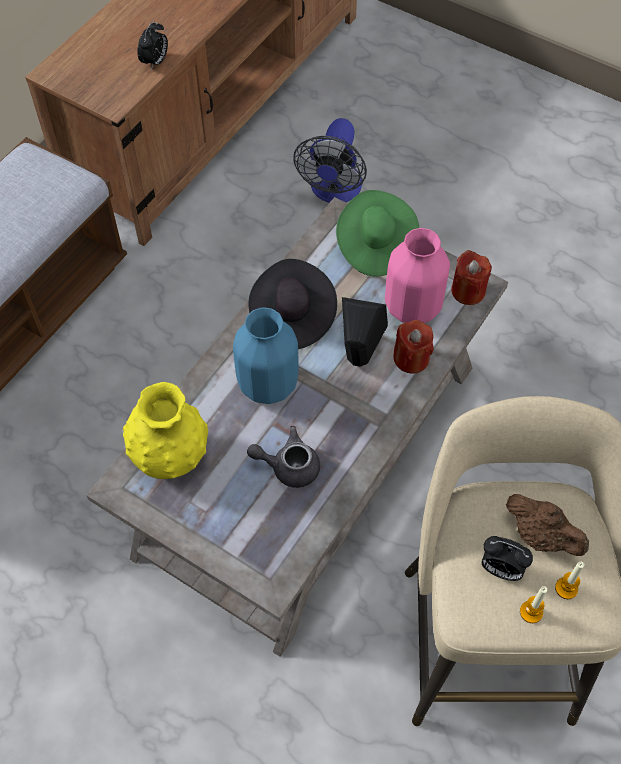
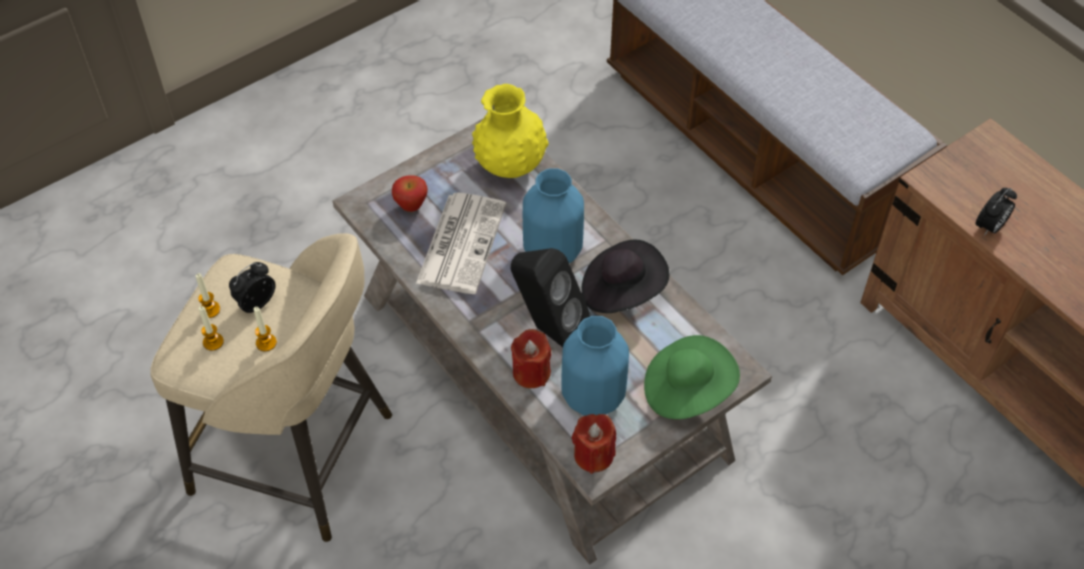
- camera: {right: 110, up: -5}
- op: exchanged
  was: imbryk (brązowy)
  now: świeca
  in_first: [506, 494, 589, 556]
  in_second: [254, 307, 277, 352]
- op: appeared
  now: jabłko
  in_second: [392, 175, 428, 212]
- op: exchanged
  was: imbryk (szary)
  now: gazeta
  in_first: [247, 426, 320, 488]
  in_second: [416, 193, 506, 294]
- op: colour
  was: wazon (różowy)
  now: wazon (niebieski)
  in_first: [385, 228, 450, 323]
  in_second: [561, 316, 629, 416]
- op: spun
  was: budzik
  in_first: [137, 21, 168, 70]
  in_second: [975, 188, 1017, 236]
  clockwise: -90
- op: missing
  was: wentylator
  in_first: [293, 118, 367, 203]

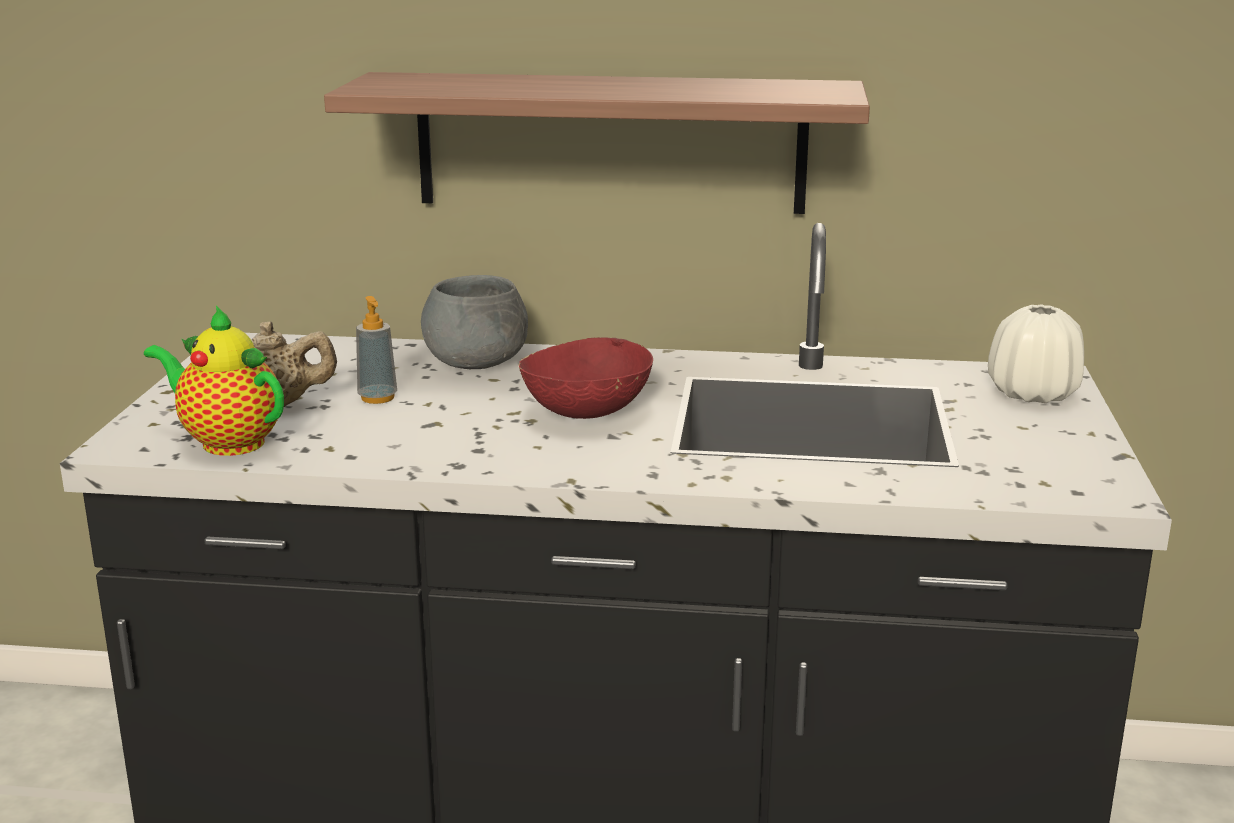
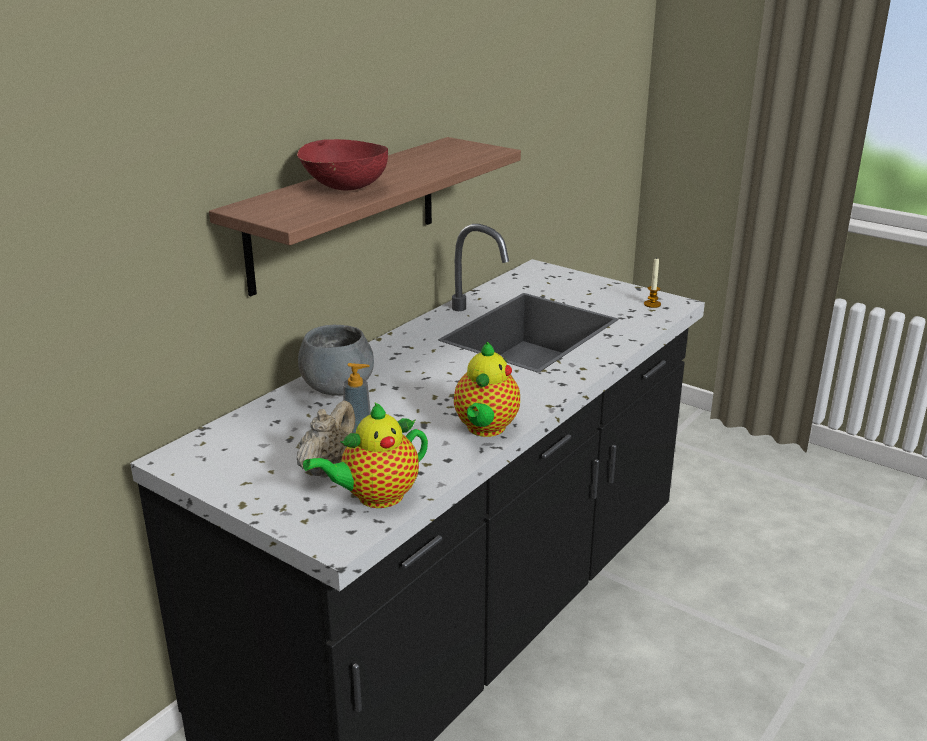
- camera: {right: -60, up: 5}
- op: relocated
  was: miska (czerwony)
  in_first: [518, 337, 653, 419]
  in_second: [297, 139, 388, 190]
- op: appeared
  now: imbryk
  in_second: [454, 342, 520, 437]
- op: appeared
  now: świeca
  in_second: [644, 258, 661, 308]
- op: missing
  was: wazon (biały)
  in_first: [988, 305, 1084, 403]

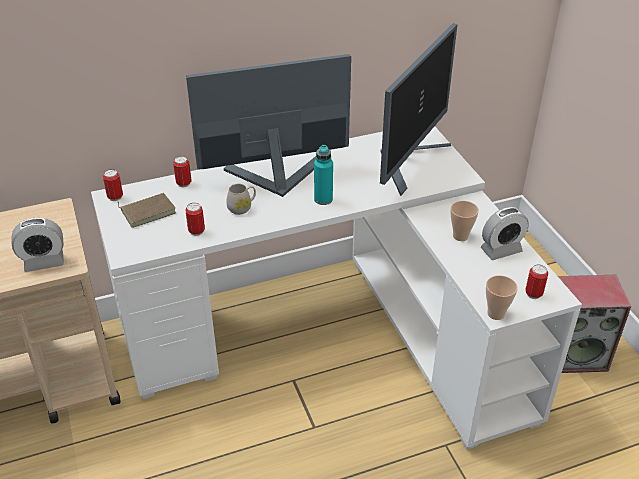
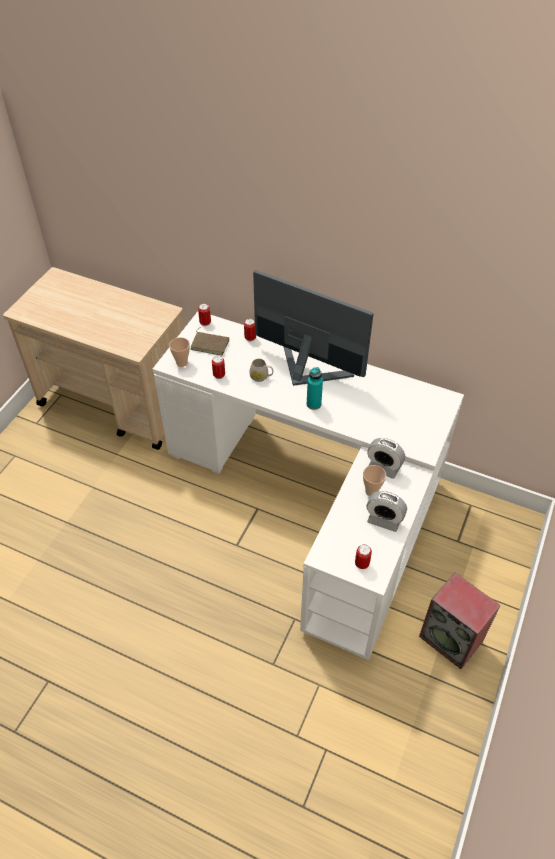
- camera: {right: 45, up: 10}
- op: relocated
  was: filiżanka
  in_first: [486, 275, 518, 320]
  in_second: [169, 337, 190, 367]
- op: relocated
  was: budzik
  in_first: [12, 218, 64, 272]
  in_second: [367, 438, 405, 479]
- op: missing
  was: monitor
  in_first: [380, 24, 457, 196]

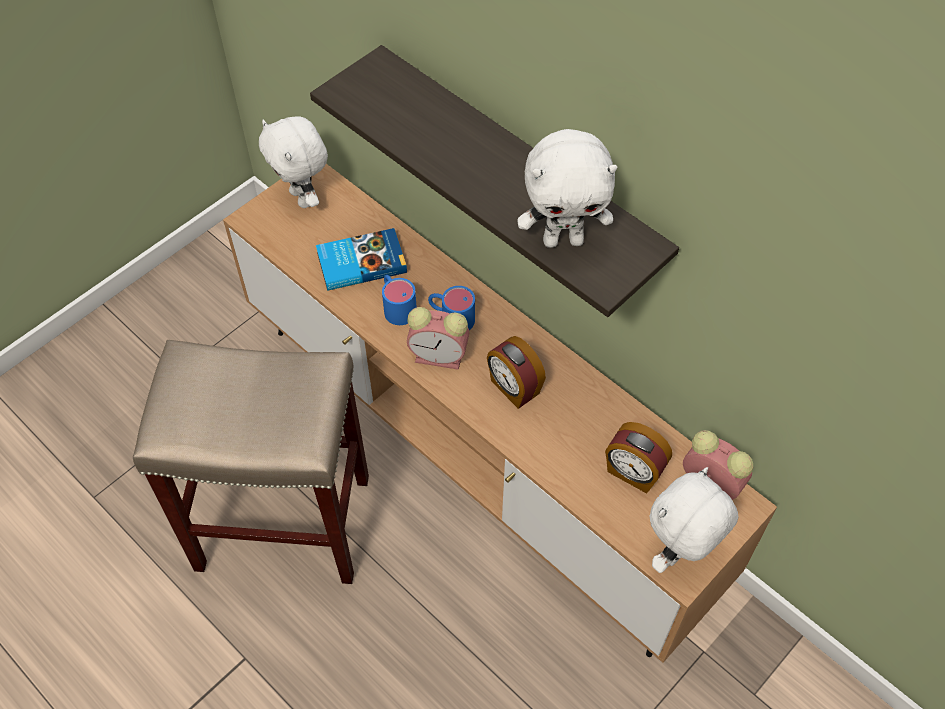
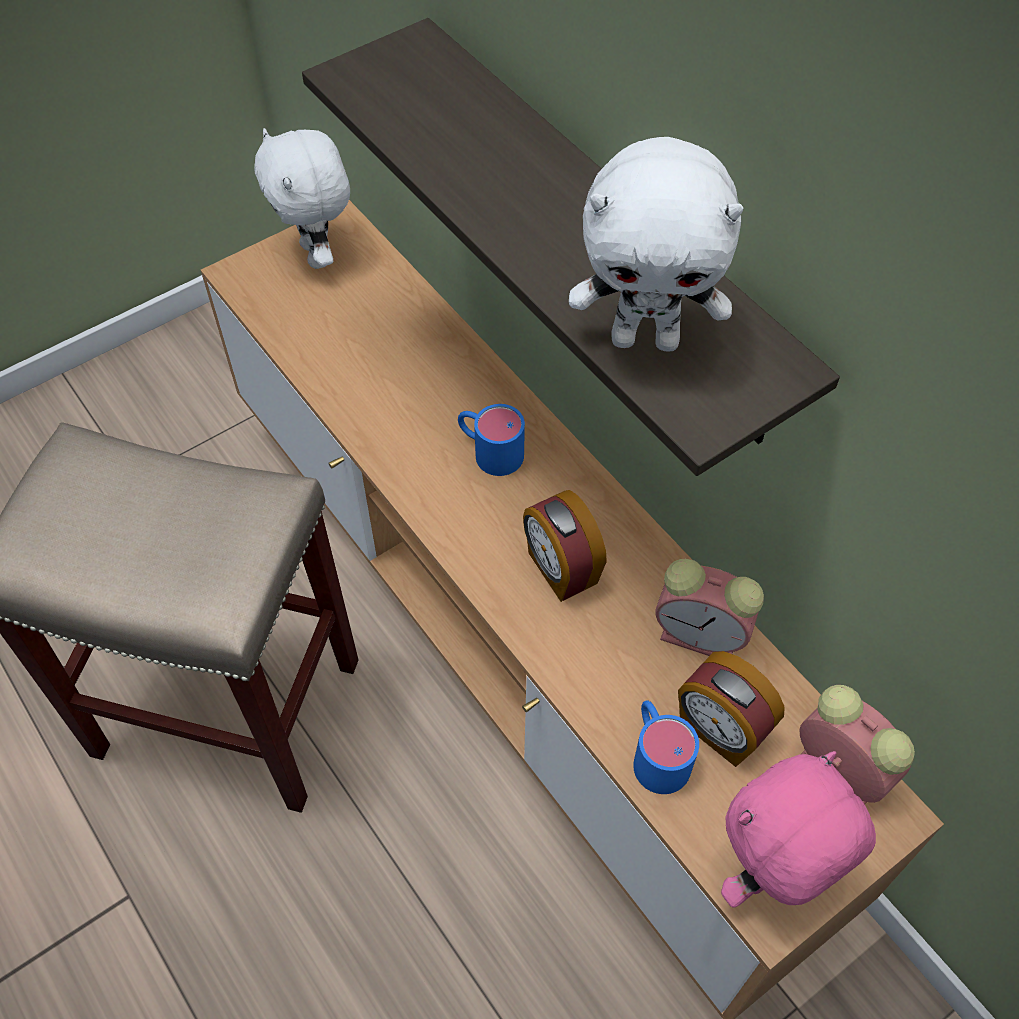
- camera: {right: 10, up: 0}
- op: relocated
  was: kubek (niebieski)
  in_first: [382, 275, 417, 325]
  in_second: [633, 700, 699, 794]
- op: relocated
  was: budzik
  in_first: [407, 307, 469, 370]
  in_second: [655, 559, 764, 656]
- op: colour
  was: pluszak (biały)
  now: pluszak (różowy)
  in_first: [649, 467, 738, 573]
  in_second: [721, 751, 876, 908]
- op: missing
  was: książka
  in_first: [316, 228, 407, 291]

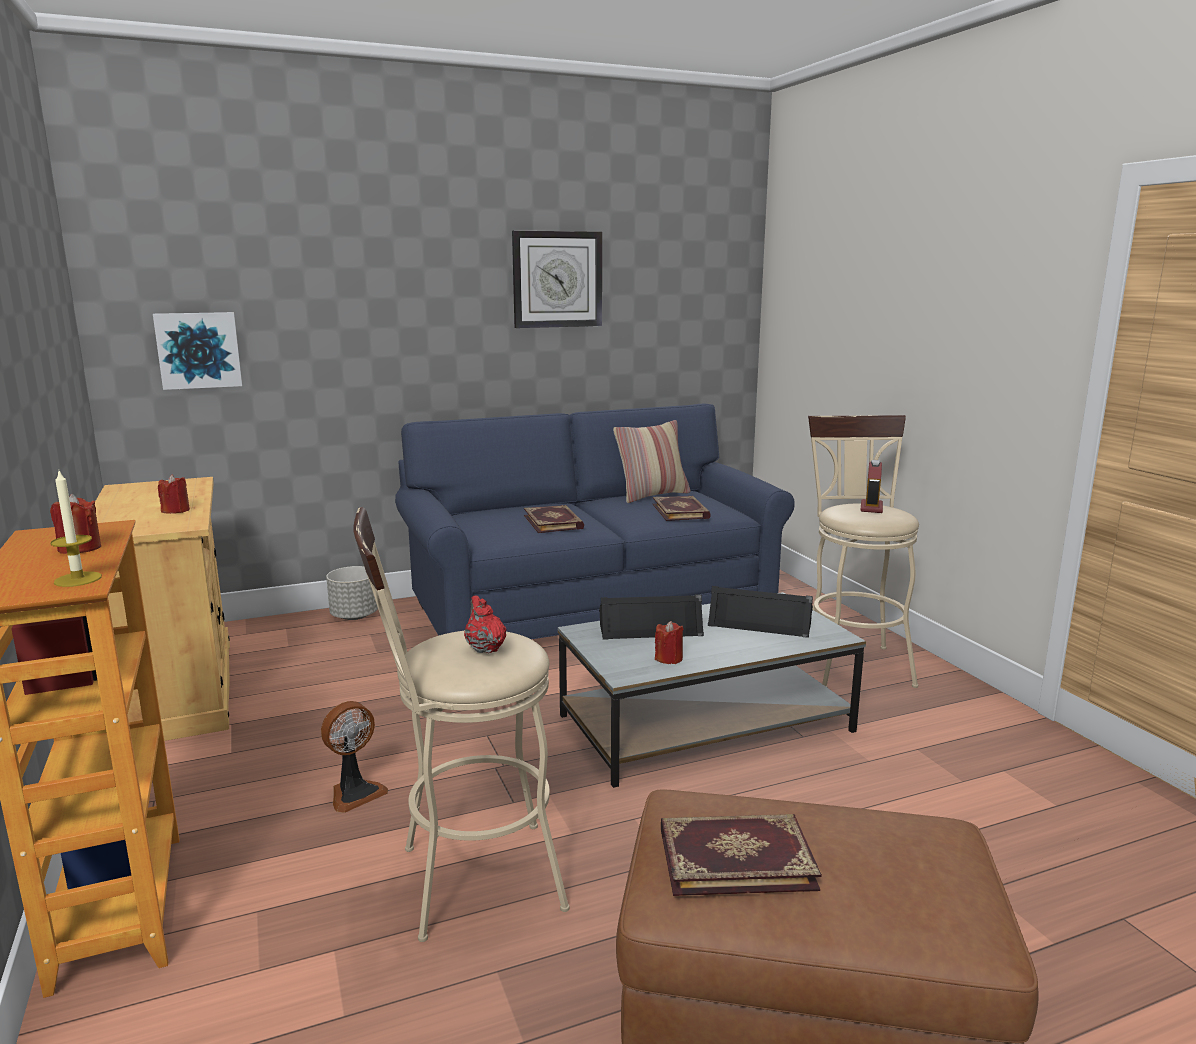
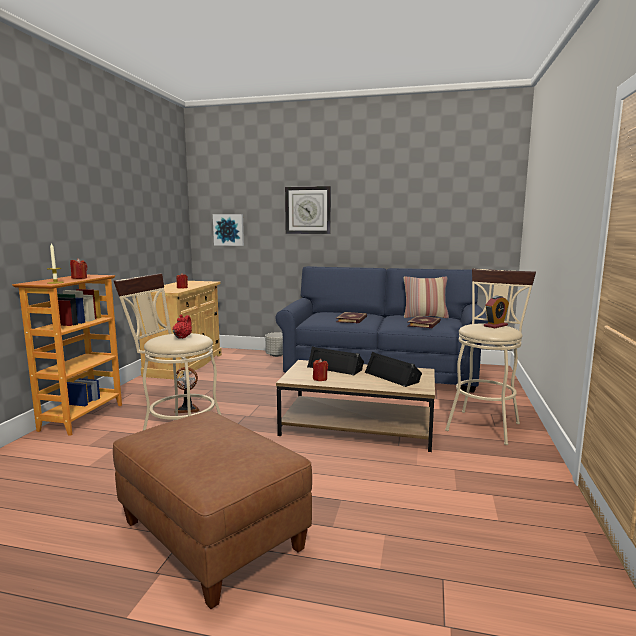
- camera: {right: 35, up: -5}
- op: colour
  was: ława (szary)
  now: ława (brązowy)
  in_first: [558, 592, 866, 788]
  in_second: [276, 360, 435, 452]
- op: relocated
  was: zegar ścienny
  in_first: [512, 231, 602, 328]
  in_second: [285, 186, 331, 234]
- op: missing
  was: książka
  in_first: [661, 814, 822, 896]

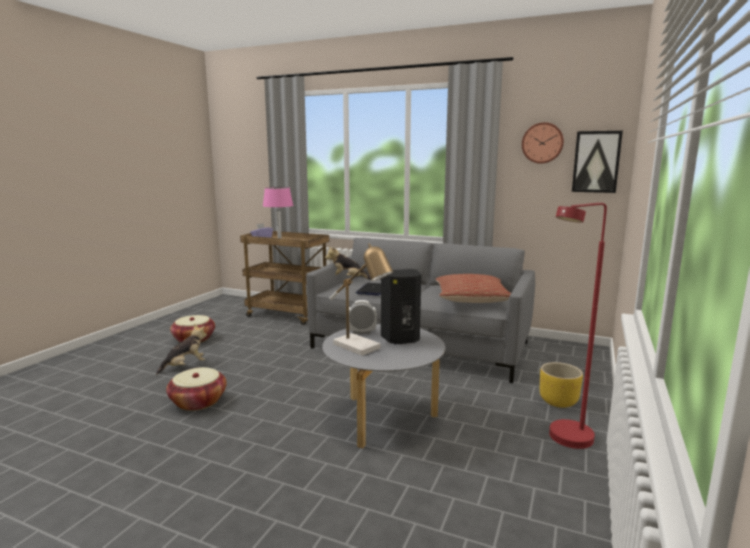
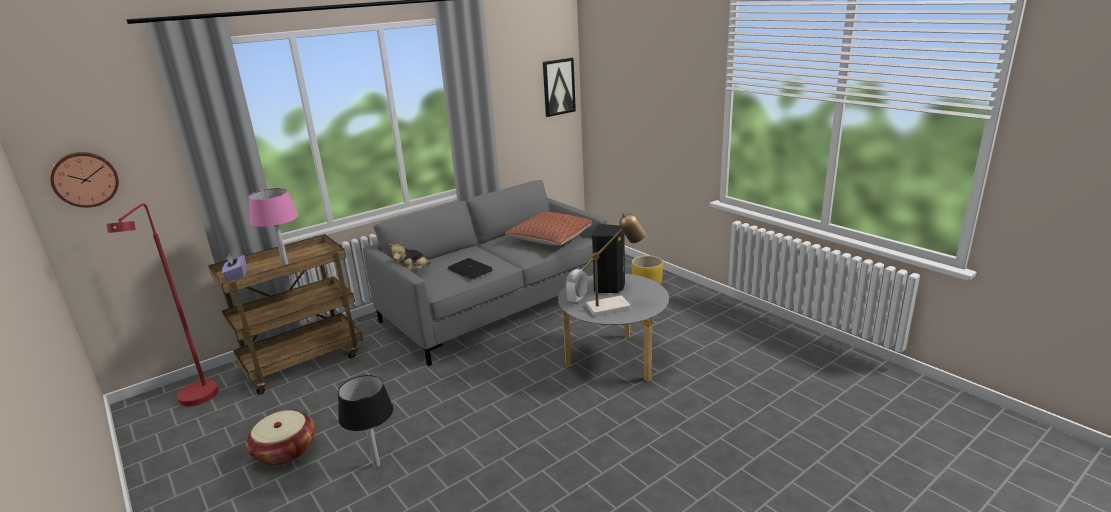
- camera: {right: -60, up: 10}
- op: relocated
  was: zegar ścienny
  in_first: [522, 122, 564, 164]
  in_second: [50, 152, 119, 208]
- op: relocated
  was: lampa stojąca (czerwony)
  in_first: [549, 203, 607, 449]
  in_second: [106, 203, 219, 407]
- op: exchanged
  was: pluszak
  now: lampa stołowa (czarny)
  in_first: [156, 324, 207, 374]
  in_second: [338, 375, 393, 468]
- op: missing
  was: koszyk
  in_first: [166, 367, 227, 411]

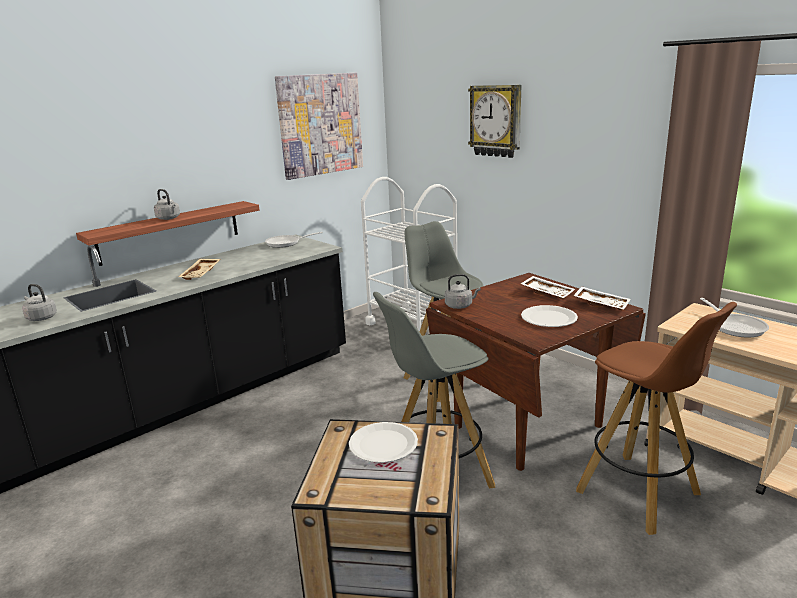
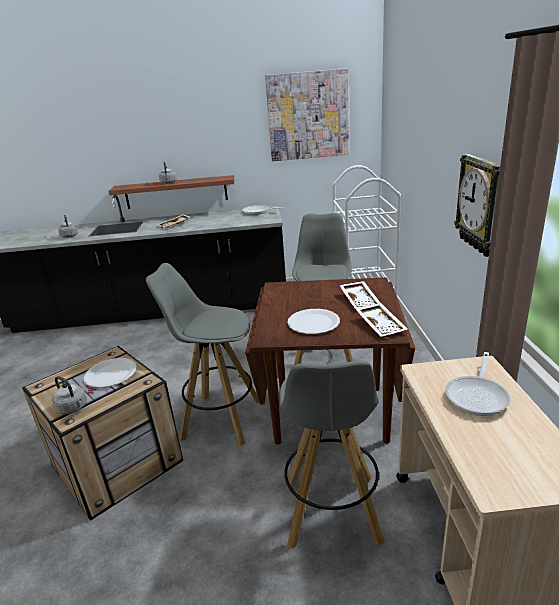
- camera: {right: 40, up: 5}
- op: relocated
  was: czajnik (szary)
  in_first: [445, 274, 481, 309]
  in_second: [52, 376, 87, 414]
- op: colour
  was: stołek (brązowy)
  now: stołek (szary)
  in_first: [576, 302, 737, 535]
  in_second: [280, 360, 385, 549]
- op: relocated
  was: zegar ścienny
  in_first: [468, 85, 521, 158]
  in_second: [454, 154, 500, 257]

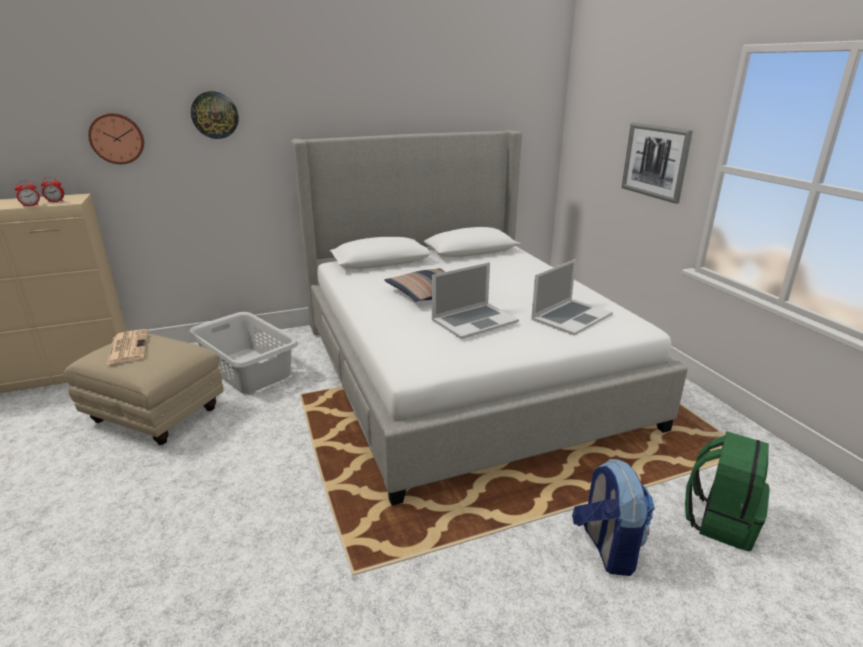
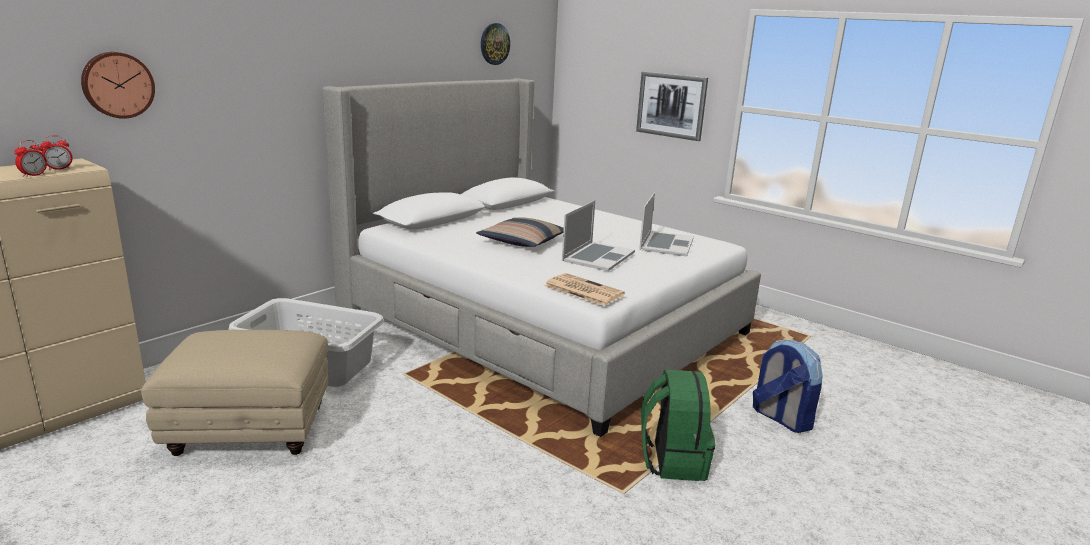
- camera: {right: -30, up: -5}
- op: relocated
  was: zegar ścienny
  in_first: [191, 91, 239, 139]
  in_second: [481, 23, 510, 65]
- op: relocated
  was: gazeta
  in_first: [106, 329, 148, 365]
  in_second: [544, 273, 625, 306]
- op: relocated
  was: plecak (zielony)
  in_first: [685, 431, 770, 551]
  in_second: [641, 369, 715, 481]

